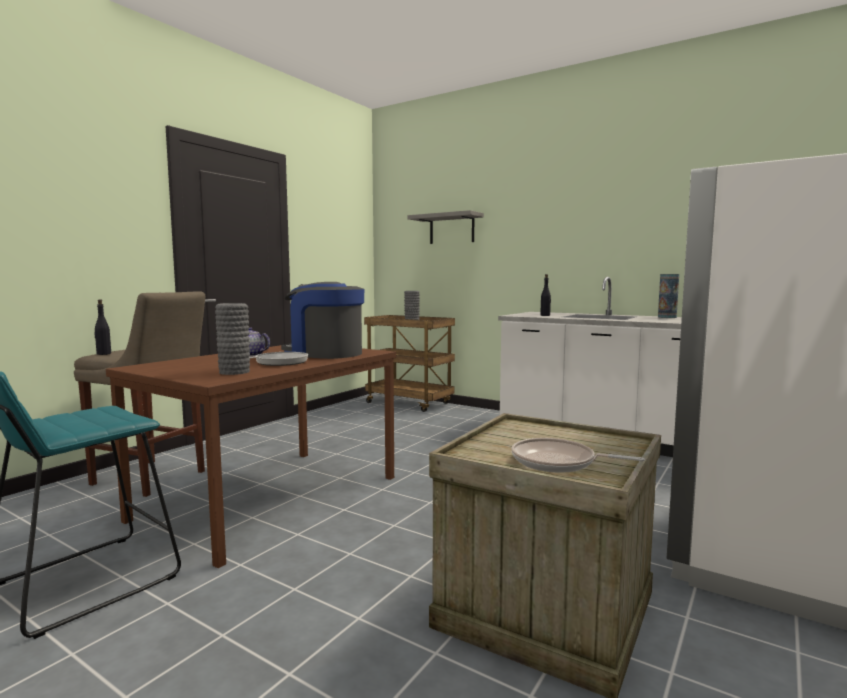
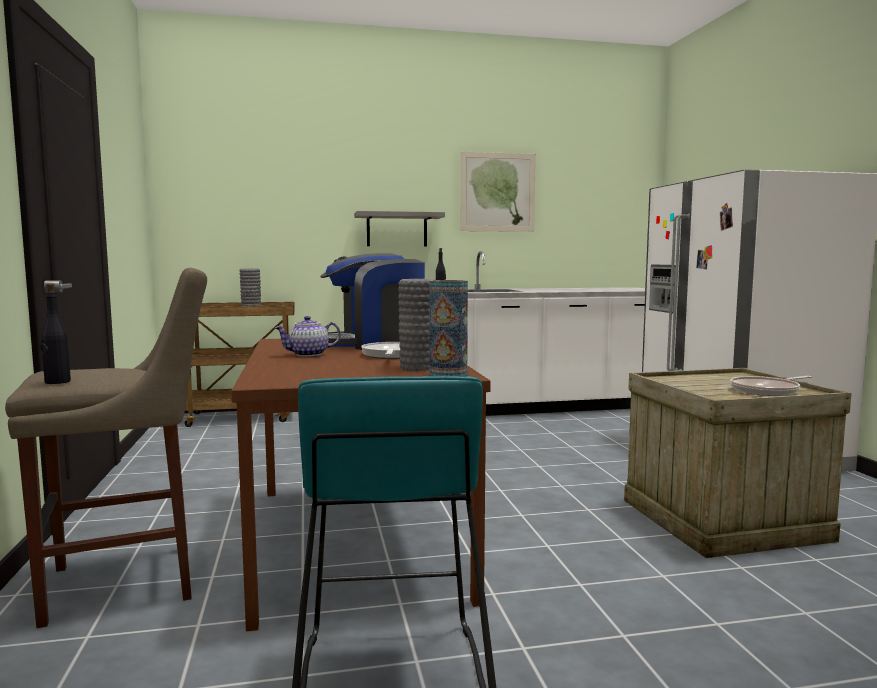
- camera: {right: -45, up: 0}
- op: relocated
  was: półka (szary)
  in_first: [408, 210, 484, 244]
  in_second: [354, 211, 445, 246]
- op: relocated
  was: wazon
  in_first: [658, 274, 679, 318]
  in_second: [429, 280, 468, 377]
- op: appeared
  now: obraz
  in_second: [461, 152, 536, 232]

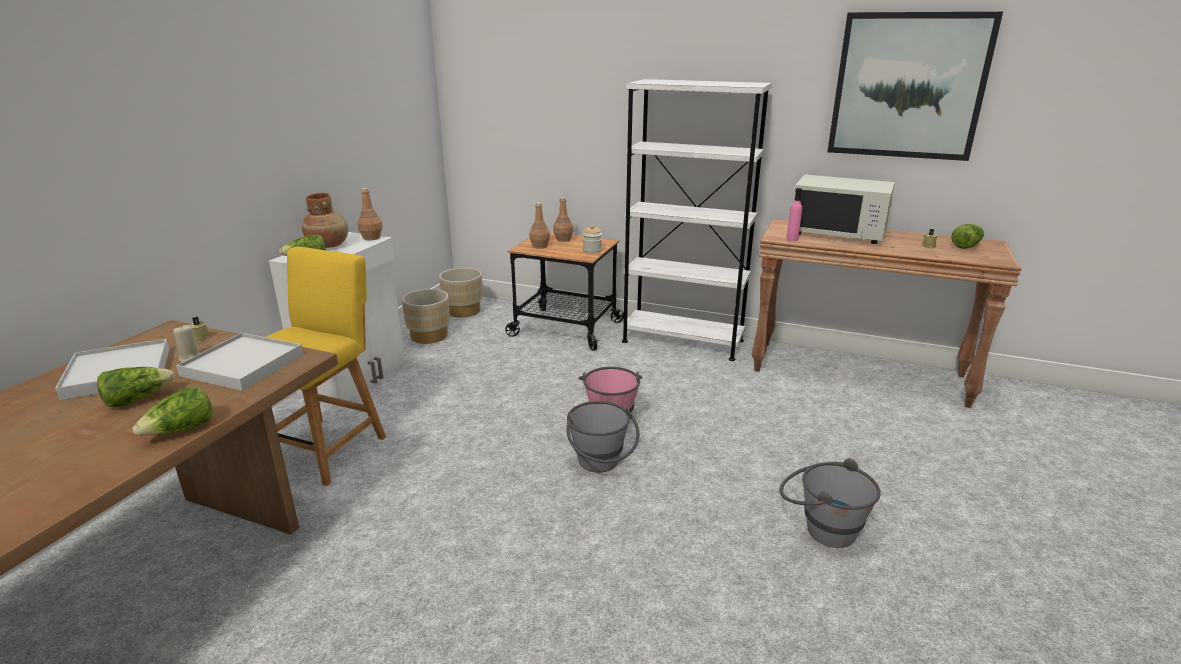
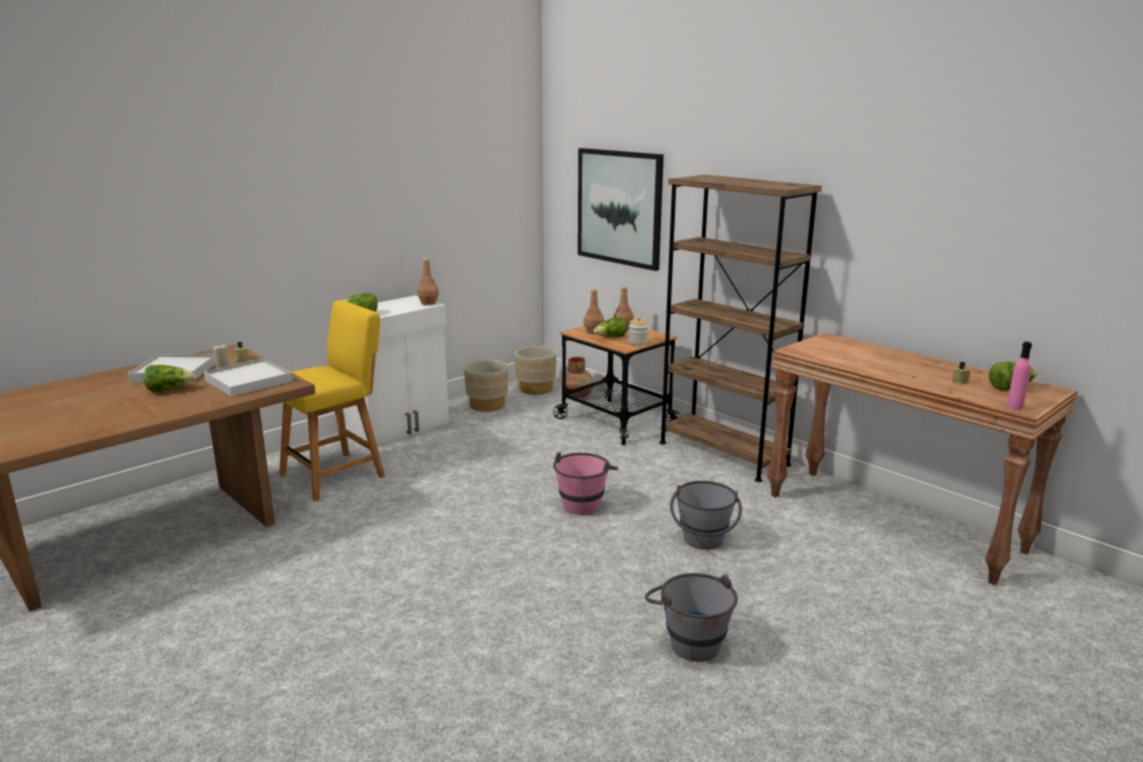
- camera: {right: 25, up: -5}
- op: relocated
  was: wazon (brązowy)
  in_first: [302, 193, 348, 248]
  in_second: [561, 357, 594, 398]
- op: relocated
  was: obraz
  in_first: [827, 12, 1003, 161]
  in_second: [578, 148, 664, 271]
- op: relocated
  was: sałata
  in_first: [132, 387, 213, 436]
  in_second: [593, 317, 627, 337]
- op: colour
  was: regał (biały)
  now: regał (brązowy)
  in_first: [622, 79, 772, 361]
  in_second: [660, 175, 822, 482]
- op: relocated
  was: wiadro (szary)
  in_first: [566, 401, 640, 473]
  in_second: [670, 481, 742, 549]
- op: relocated
  was: butelka (różowy)
  in_first: [786, 188, 802, 241]
  in_second: [1007, 342, 1032, 410]
- op: missing
  was: mikrofalówka (biały)
  in_first: [793, 174, 895, 244]

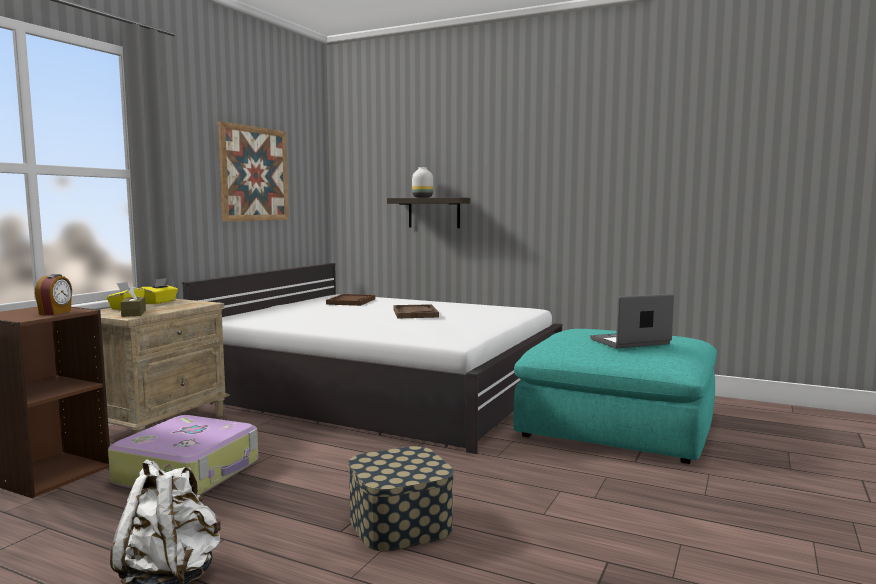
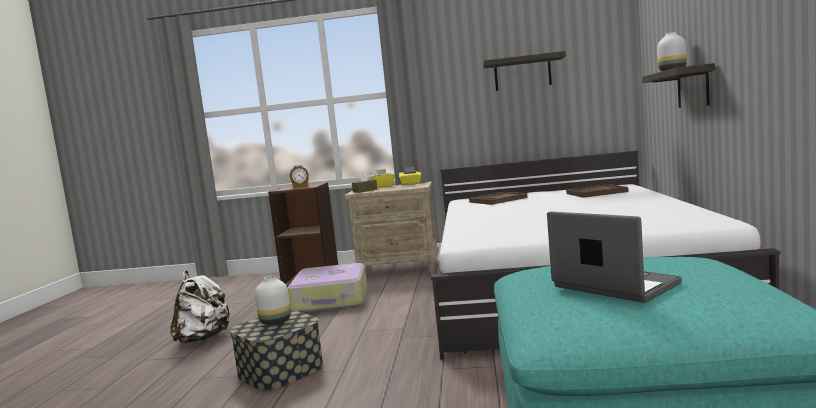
- camera: {right: 70, up: 0}
- op: appeared
  now: wazon (biały)
  in_second: [255, 276, 291, 325]
- op: relocated
  was: taca (brązowy)
  in_first: [393, 304, 439, 319]
  in_second: [469, 192, 528, 205]
- op: exchanged
  was: obraz
  now: półka
  in_first: [217, 121, 289, 222]
  in_second: [483, 51, 566, 91]

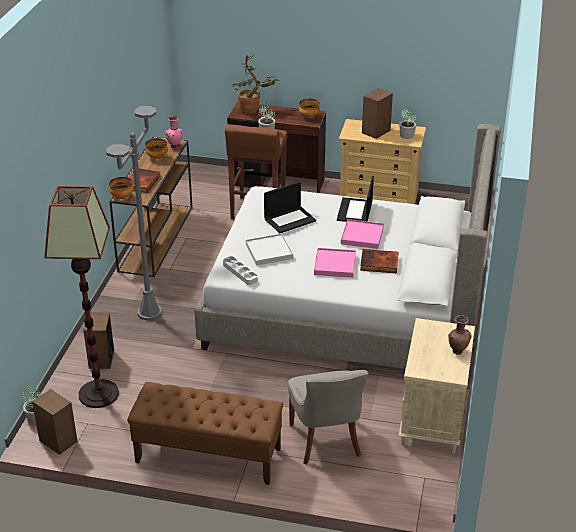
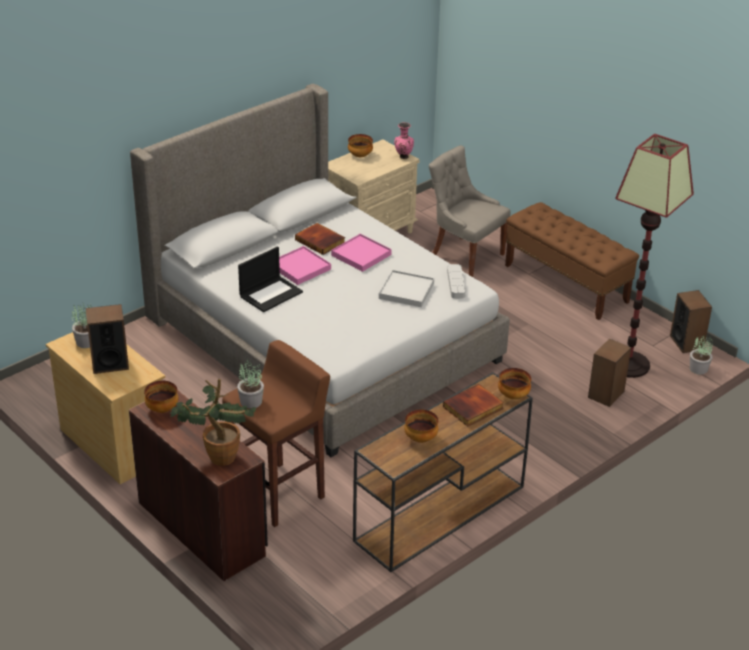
- camera: {right: -145, up: 0}
- op: exchanged
  was: wazon (brązowy)
  now: miska
  in_first: [448, 315, 472, 355]
  in_second: [348, 134, 373, 157]
- op: relocated
  was: wazon (różowy)
  in_first: [166, 116, 183, 148]
  in_second: [394, 122, 414, 159]
- op: spun
  was: krzesło (szary)
  in_first: [288, 370, 369, 465]
  in_second: [429, 145, 511, 277]
  clockwise: -75
- op: missing
  was: lampa stojąca (szary)
  in_first: [106, 106, 162, 320]
- op: missing
  was: laptop
  in_first: [264, 181, 316, 233]

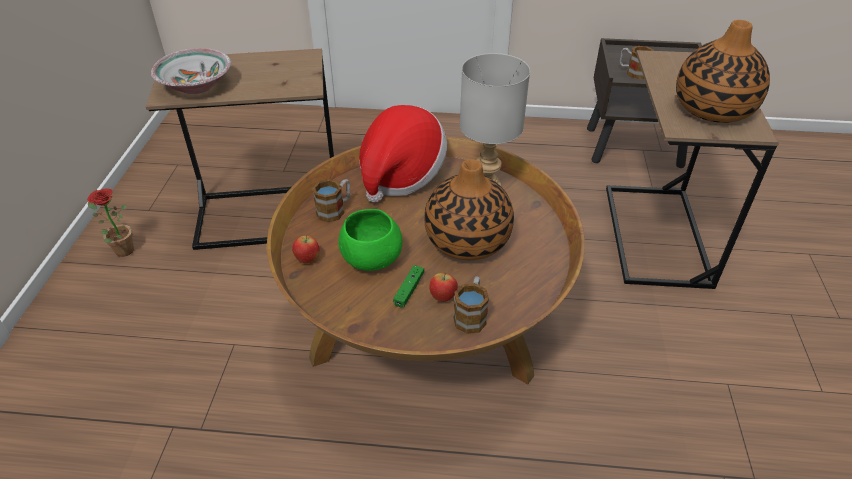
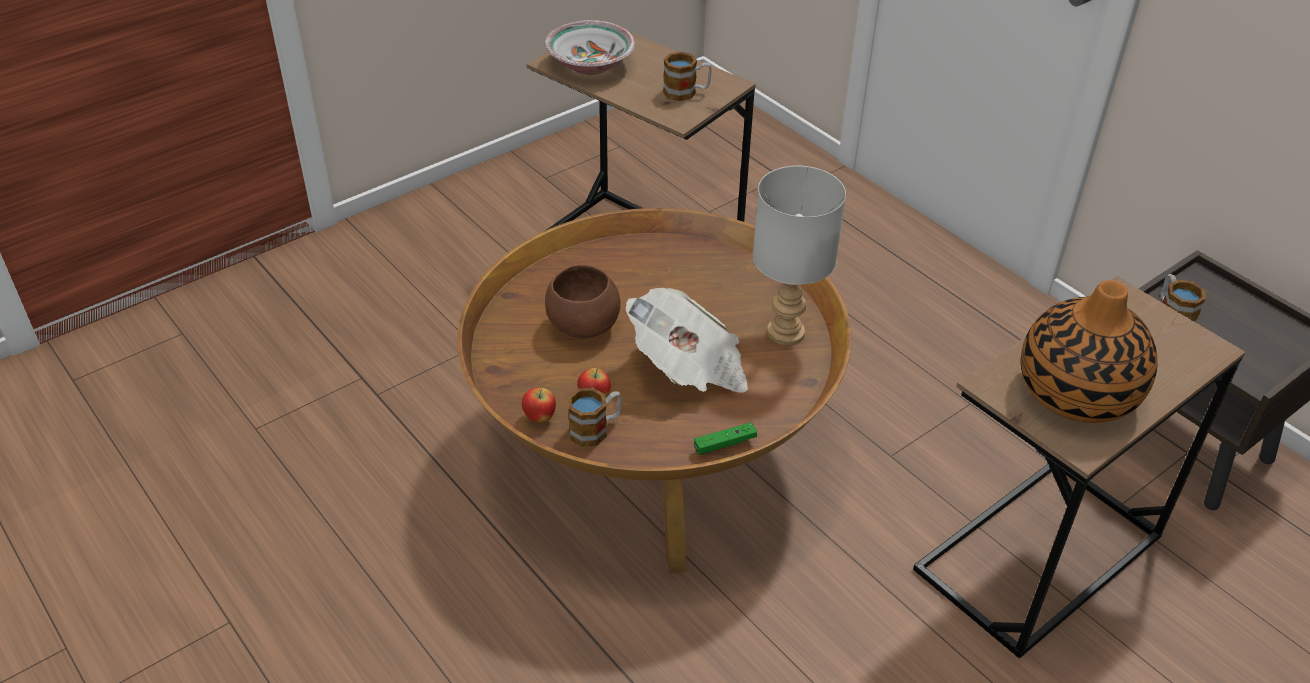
- camera: {right: 45, up: 0}
- op: relocated
  was: jabłko
  in_first: [292, 235, 320, 263]
  in_second: [522, 387, 556, 423]
- op: colour
  was: miska (zielony)
  now: miska (brązowy)
  in_first: [338, 209, 403, 271]
  in_second: [545, 265, 620, 338]
- op: exchanged
  was: wazon
  now: gazeta
  in_first: [424, 159, 514, 260]
  in_second: [626, 288, 748, 393]
- op: relocated
  was: kubek
  in_first: [312, 179, 350, 222]
  in_second: [663, 52, 712, 101]
- op: relocated
  was: pad do gier (zielony)
  in_first: [393, 265, 424, 308]
  in_second: [694, 422, 757, 455]
- op: missing
  was: roślina doniczkowa
  in_first: [87, 188, 134, 257]
- op: missing
  was: kapelusz
  in_first: [359, 105, 447, 203]

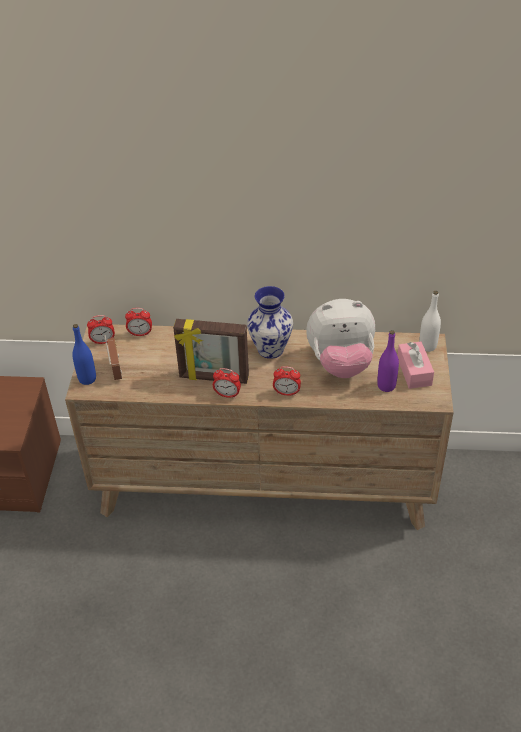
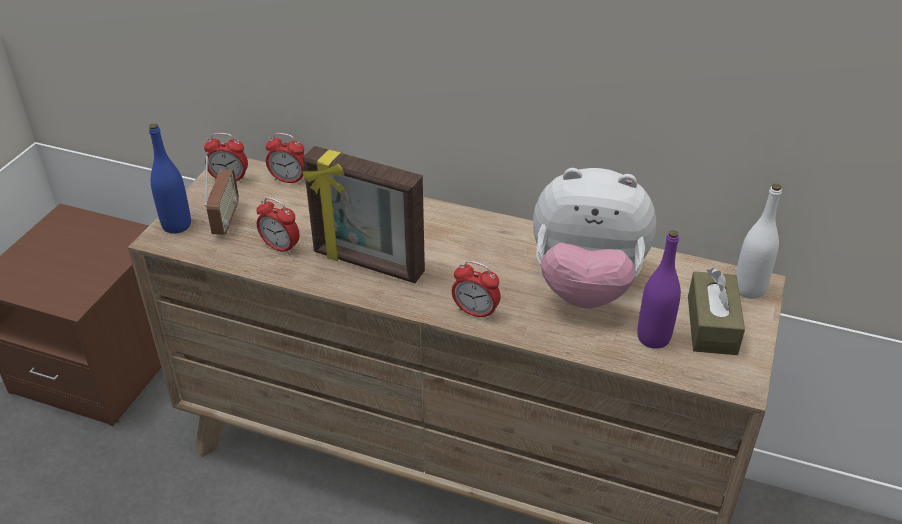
- camera: {right: 15, up: -5}
- op: relocated
  was: budzik
  in_first: [213, 368, 241, 398]
  in_second: [256, 197, 300, 255]
- op: colour
  was: pudełko chusteczek (różowy)
  now: pudełko chusteczek (brązowy)
  in_first: [397, 342, 434, 389]
  in_second: [688, 268, 745, 355]
- op: missing
  was: wazon
  in_first: [247, 286, 293, 359]

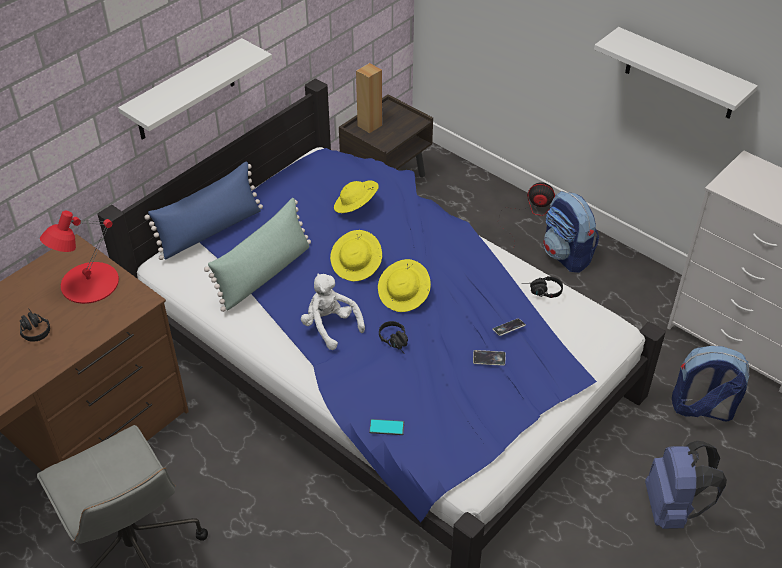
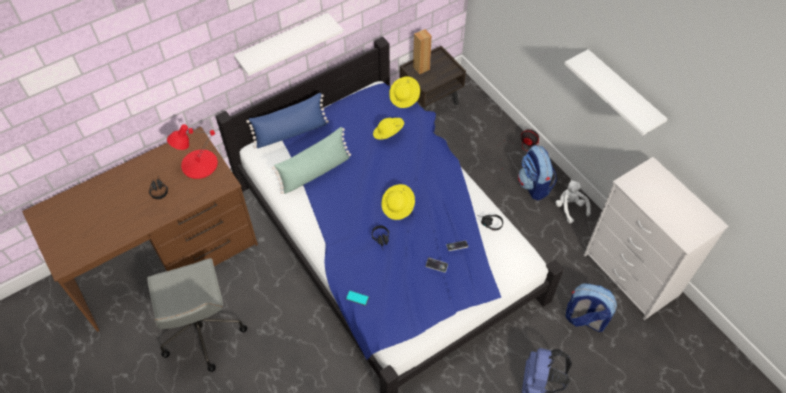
- camera: {right: 15, up: 10}
- op: relocated
  was: kapelusz (żółty)
  in_first: [330, 230, 382, 281]
  in_second: [389, 76, 420, 108]
- op: relocated
  was: pluszak (biały)
  in_first: [301, 274, 365, 350]
  in_second: [555, 180, 591, 224]

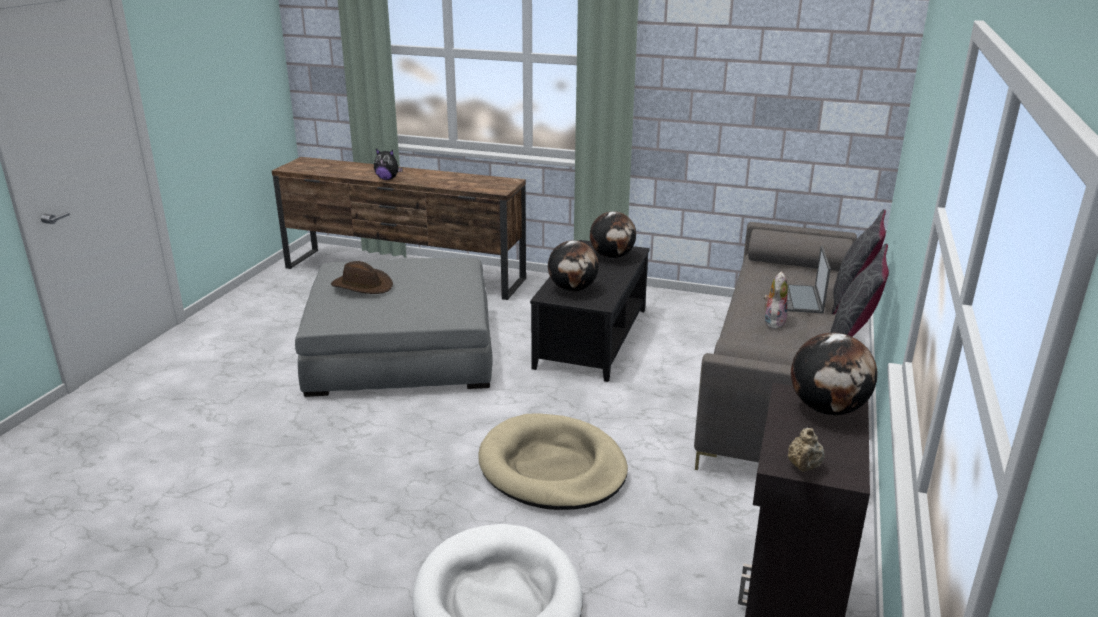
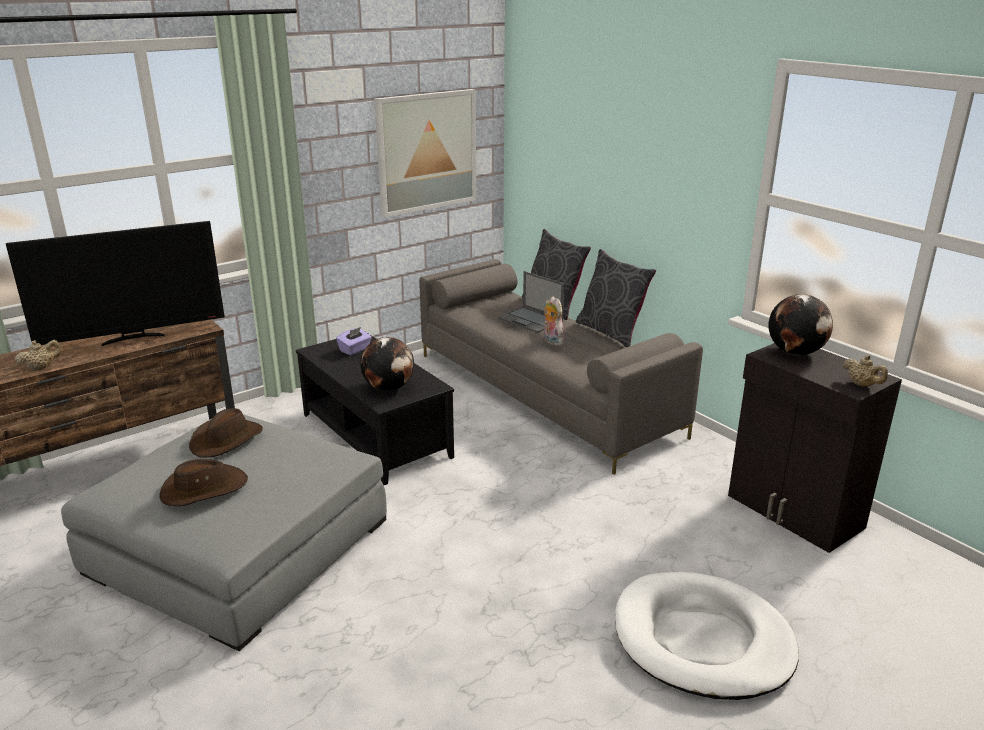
- camera: {right: -55, up: 0}
- op: appeared
  now: telewizor
  in_second: [6, 221, 225, 346]
- op: exchanged
  was: pluszak
  now: imbryk (beżowy)
  in_first: [374, 149, 403, 180]
  in_second: [15, 340, 62, 371]
- op: appeared
  now: kapelusz (brązowy)
  in_second: [189, 408, 263, 458]
- op: exchanged
  was: globus
  now: pudełko chusteczek (fioletowy)
  in_first: [590, 211, 636, 259]
  in_second: [336, 327, 372, 355]
- op: appeared
  now: obraz
  in_second: [374, 89, 476, 217]
- op: missing
  was: legowisko (beżowy)
  in_first: [478, 413, 628, 510]

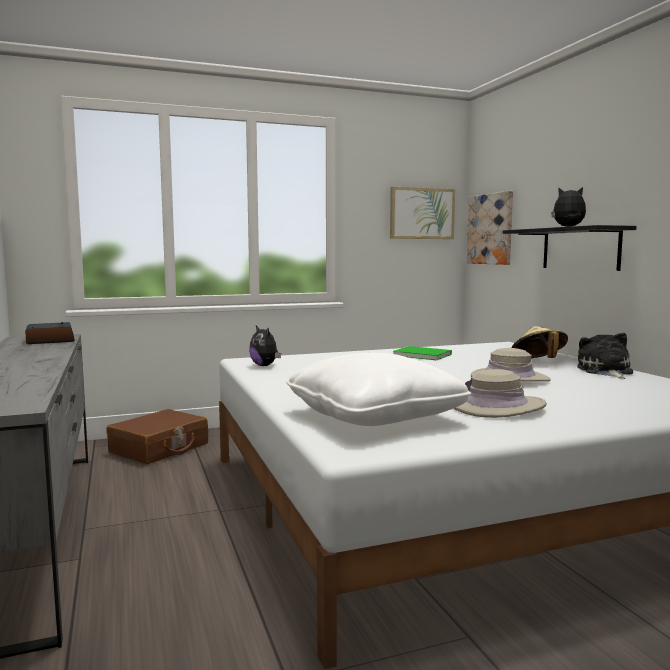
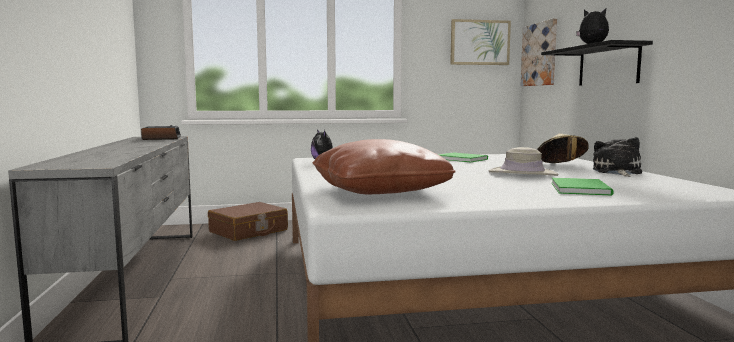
- camera: {right: 10, up: 0}
- op: colour
  was: poduszka (biały)
  now: poduszka (brązowy)
  in_first: [286, 353, 471, 426]
  in_second: [312, 139, 456, 194]
- op: appeared
  now: książka (zielony)
  in_second: [551, 178, 614, 196]
- op: missing
  was: kapelusz (beżowy)
  in_first: [453, 369, 546, 418]

